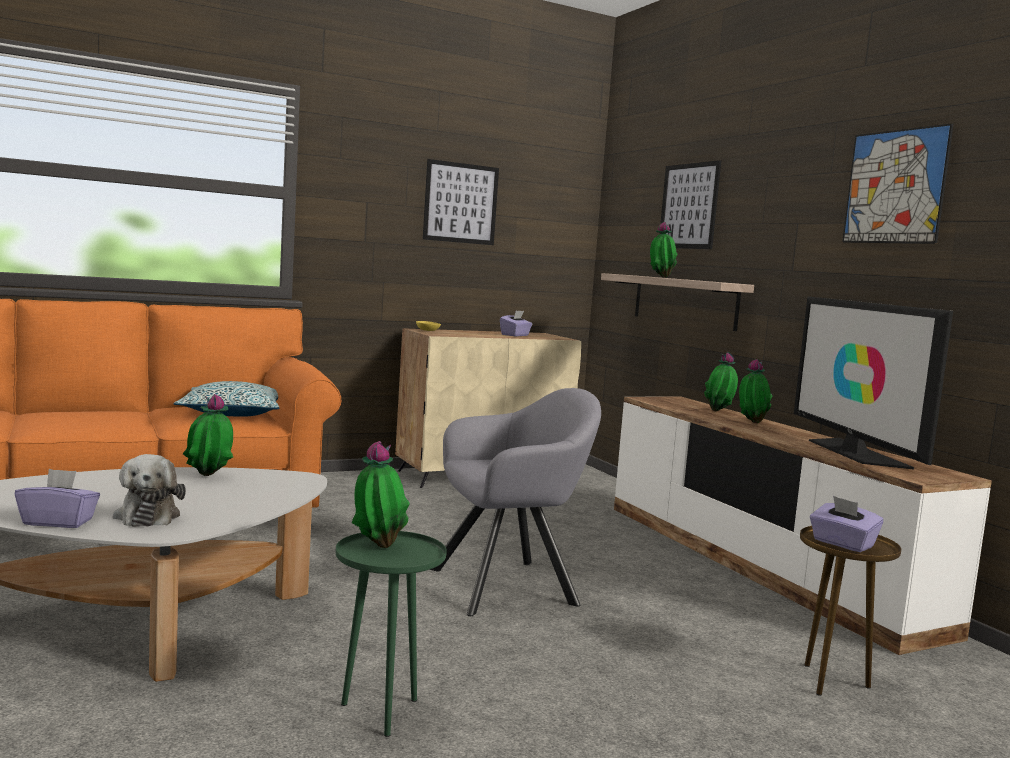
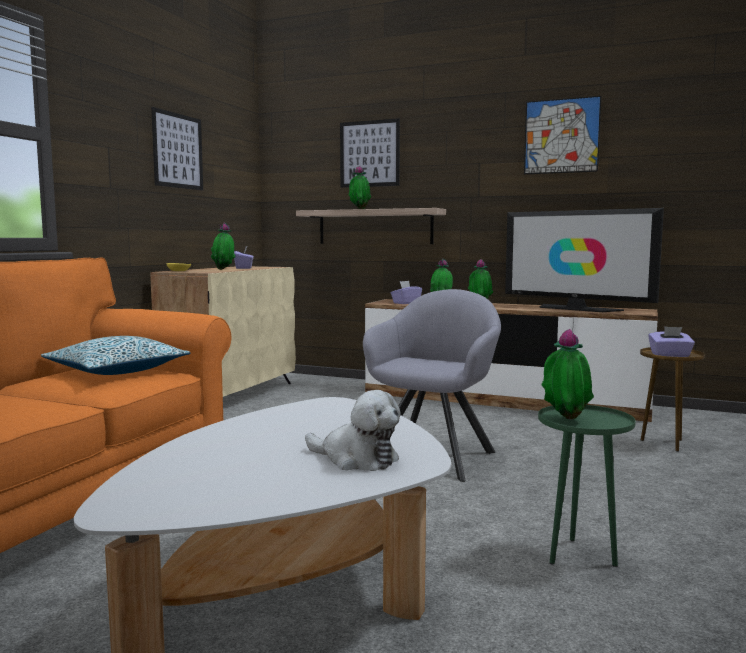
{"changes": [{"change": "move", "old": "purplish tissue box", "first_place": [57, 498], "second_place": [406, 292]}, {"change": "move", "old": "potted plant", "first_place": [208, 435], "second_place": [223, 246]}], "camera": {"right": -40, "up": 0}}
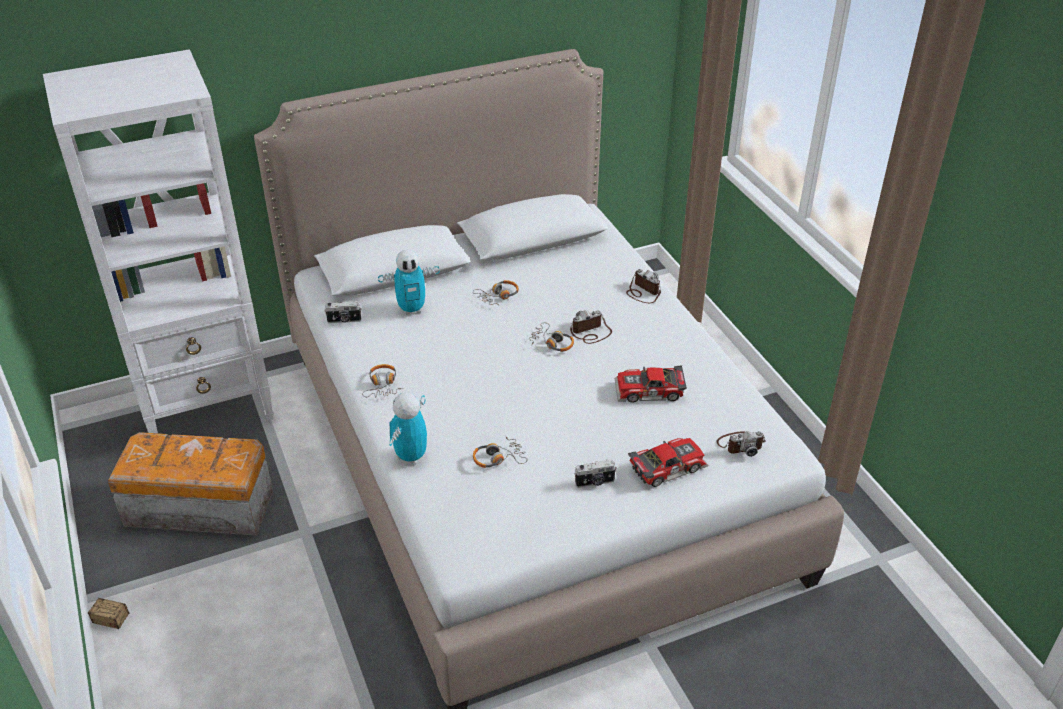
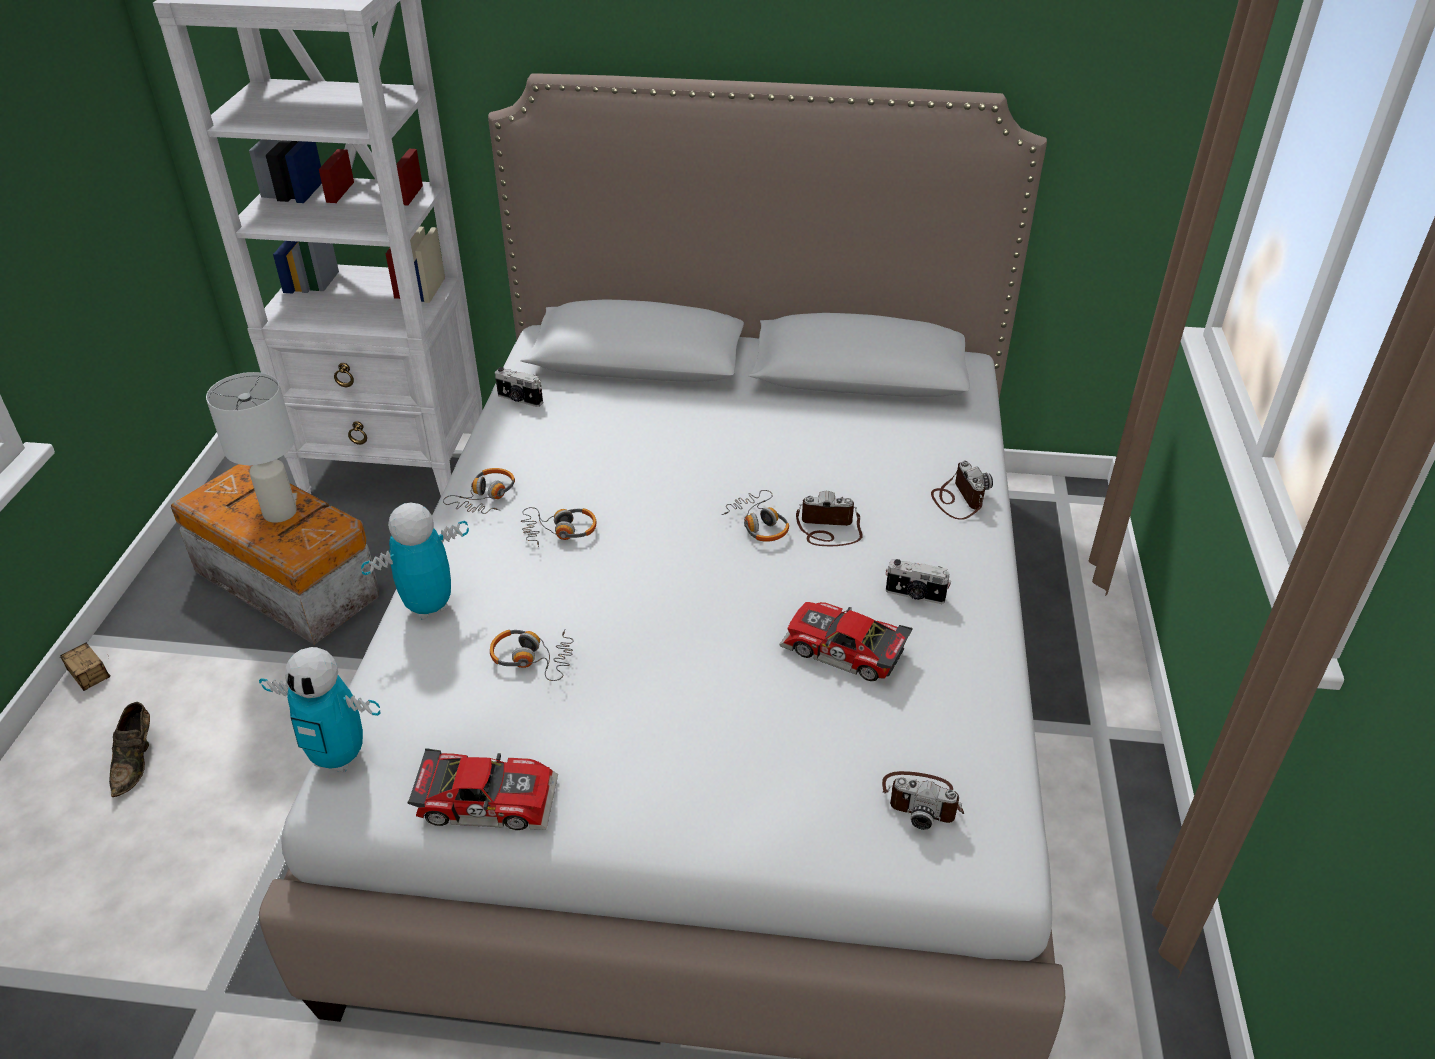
{"changes": [{"change": "move", "old": "robot figure", "first_place": [409, 282], "second_place": [320, 710]}, {"change": "move", "old": "headset", "first_place": [496, 293], "second_place": [559, 527]}, {"change": "move", "old": "still camera", "first_place": [595, 473], "second_place": [918, 581]}, {"change": "move", "old": "toy car", "first_place": [668, 462], "second_place": [482, 789]}, {"change": "insert", "new": "brown-coloured item of footwear", "second_place": [129, 749]}, {"change": "insert", "new": "white table lamp", "second_place": [251, 447]}], "camera": {"right": 30, "up": 0}}
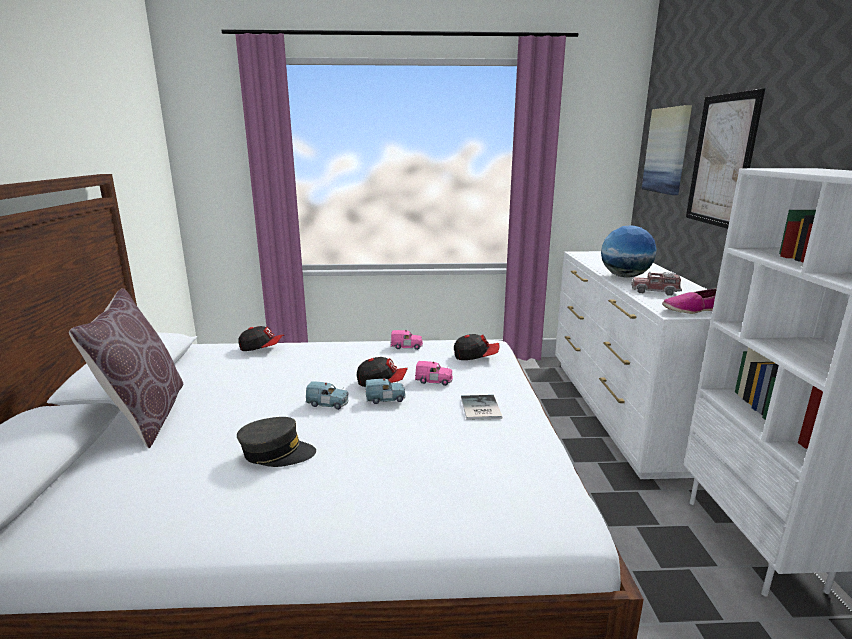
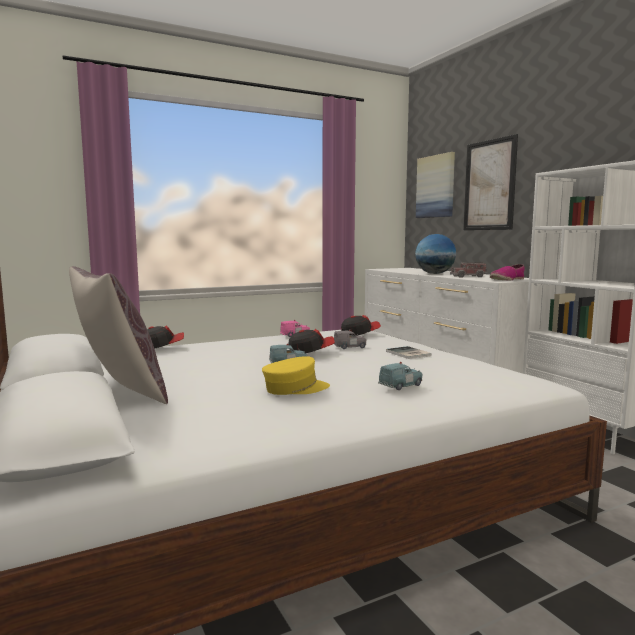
{"changes": [{"change": "recolor", "old": "greyish cap", "new": "yellow-coloured cap", "first_place": [276, 442], "second_place": [296, 375]}, {"change": "move", "old": "blue toy car", "first_place": [385, 391], "second_place": [400, 376]}, {"change": "recolor", "old": "pink toy car", "new": "greyish toy car", "first_place": [434, 373], "second_place": [350, 339]}], "camera": {"right": -25, "up": -10}}
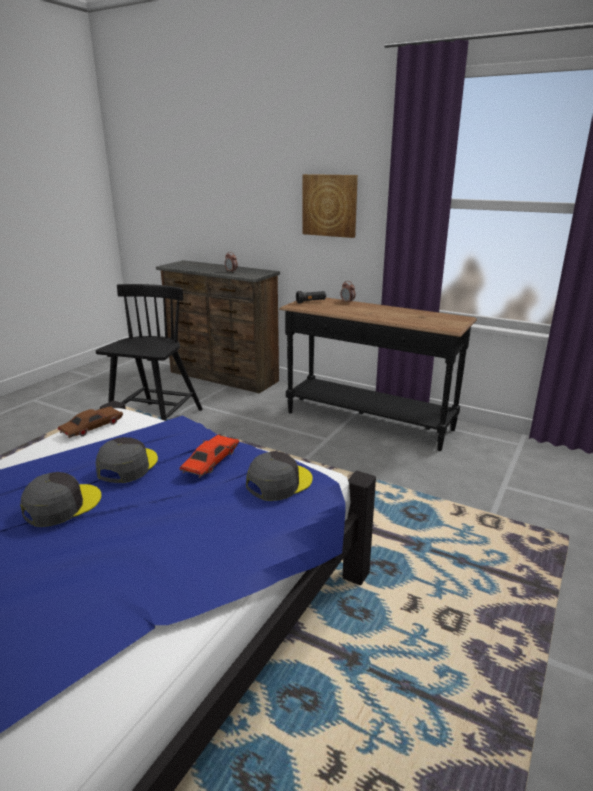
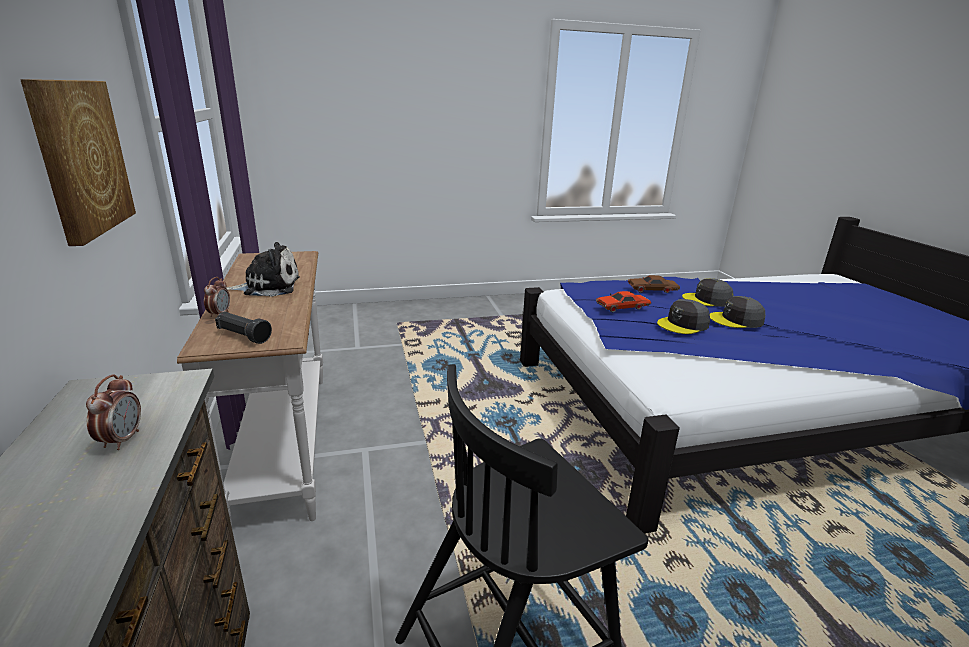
{"changes": [{"change": "move", "old": "brown-coloured toy car", "first_place": [90, 422], "second_place": [654, 284]}, {"change": "move", "old": "greyish cap", "first_place": [279, 476], "second_place": [707, 292]}, {"change": "recolor", "old": "black narrow table", "new": "white narrow table", "first_place": [378, 374], "second_place": [250, 389]}, {"change": "insert", "new": "cuddly toy", "second_place": [262, 269]}], "camera": {"right": -135, "up": 0}}
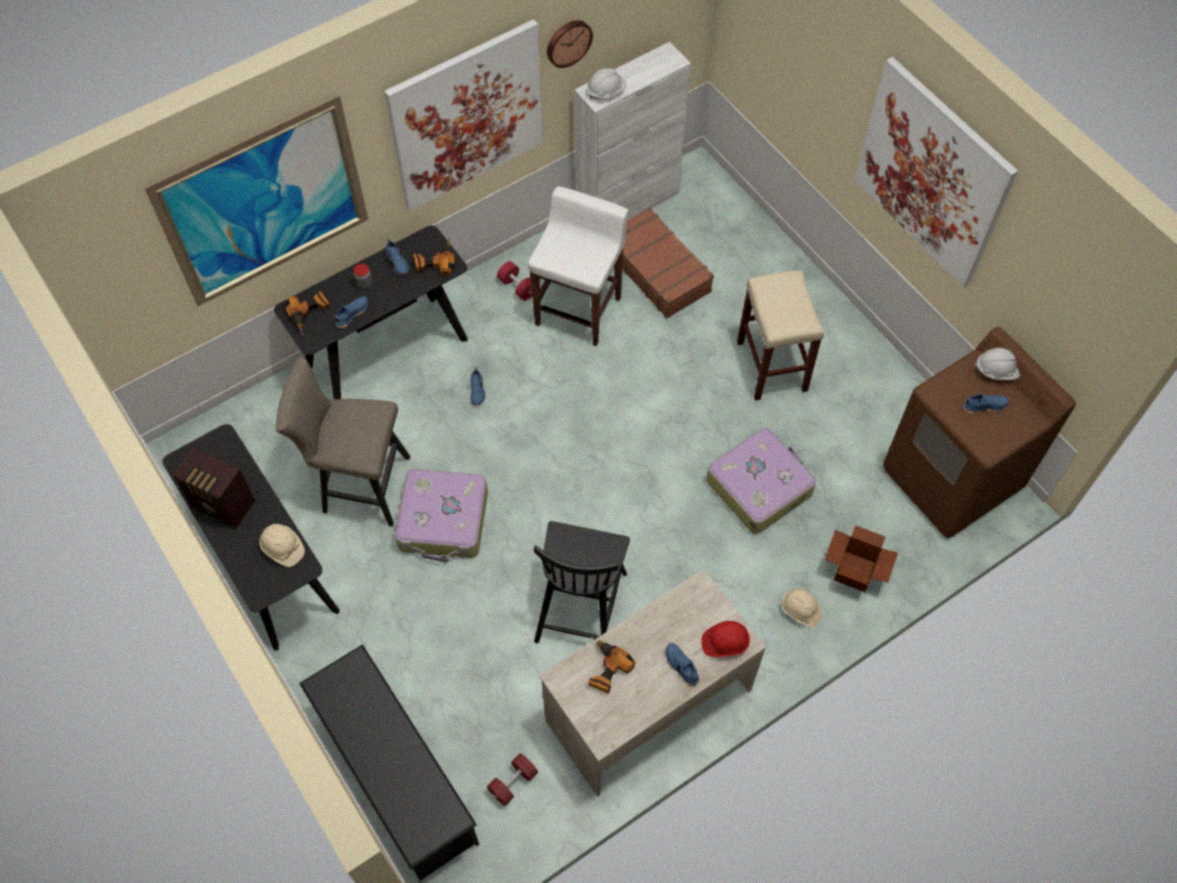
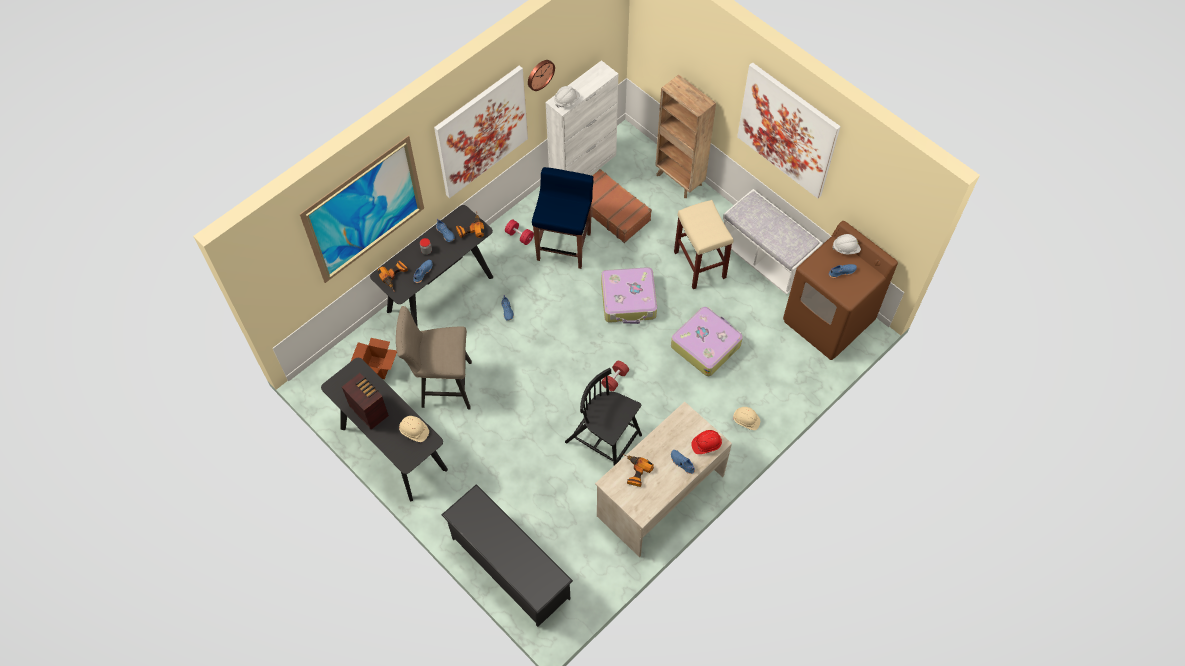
{"changes": [{"change": "rotate", "old": "radio set", "first_place": [214, 488], "second_place": [365, 401], "degrees": -150}, {"change": "move", "old": "piece of luggage", "first_place": [441, 515], "second_place": [629, 295]}, {"change": "move", "old": "reddish hand weight", "first_place": [512, 779], "second_place": [615, 376]}, {"change": "recolor", "old": "white stool seat", "new": "blue stool seat", "first_place": [578, 266], "second_place": [562, 218]}, {"change": "rotate", "old": "black chair", "first_place": [582, 582], "second_place": [603, 417], "degrees": 120}, {"change": "move", "old": "packing box", "first_place": [861, 558], "second_place": [373, 358]}, {"change": "insert", "new": "brown-coloured bookshelf", "second_place": [686, 136]}, {"change": "insert", "new": "white long seat", "second_place": [773, 242]}], "camera": {"right": -10, "up": 0}}
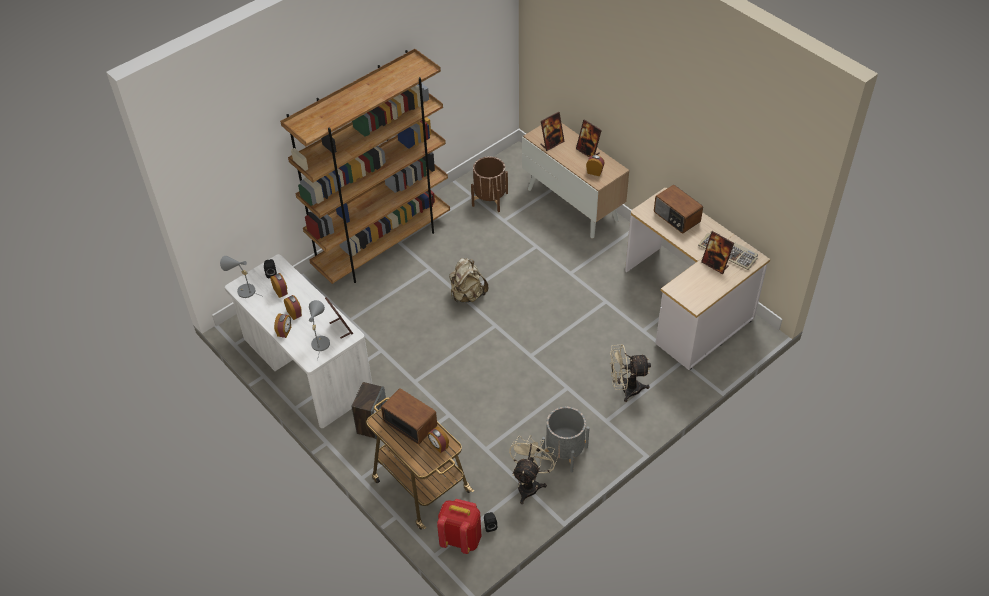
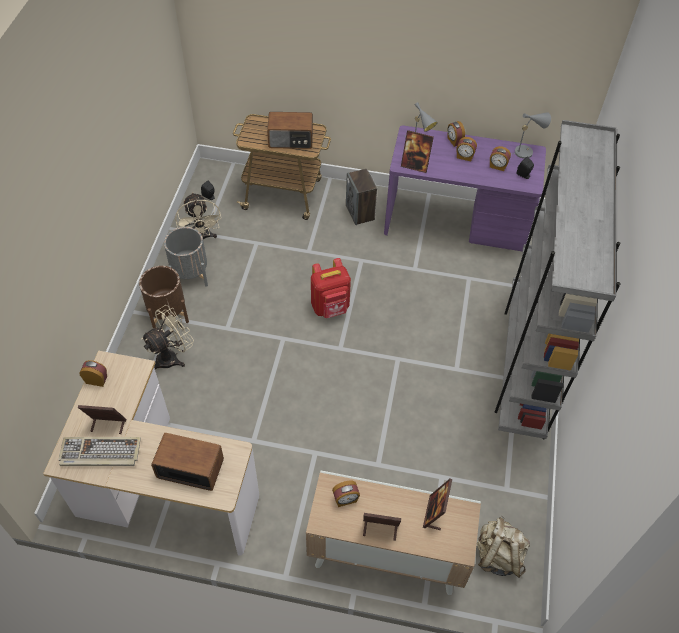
{"changes": [{"change": "recolor", "old": "white desk", "new": "purplish desk", "first_place": [298, 341], "second_place": [465, 188]}, {"change": "recolor", "old": "brown-coloured bookshelf", "new": "greyish bookshelf", "first_place": [365, 166], "second_place": [558, 280]}, {"change": "move", "old": "bedside clock", "first_place": [438, 440], "second_place": [93, 373]}, {"change": "move", "old": "reddish backpack", "first_place": [459, 526], "second_place": [331, 288]}, {"change": "move", "old": "sand-coloured backpack", "first_place": [468, 280], "second_place": [503, 547]}, {"change": "move", "old": "brown-coloured planter", "first_place": [489, 184], "second_place": [164, 297]}], "camera": {"right": 140, "up": 5}}
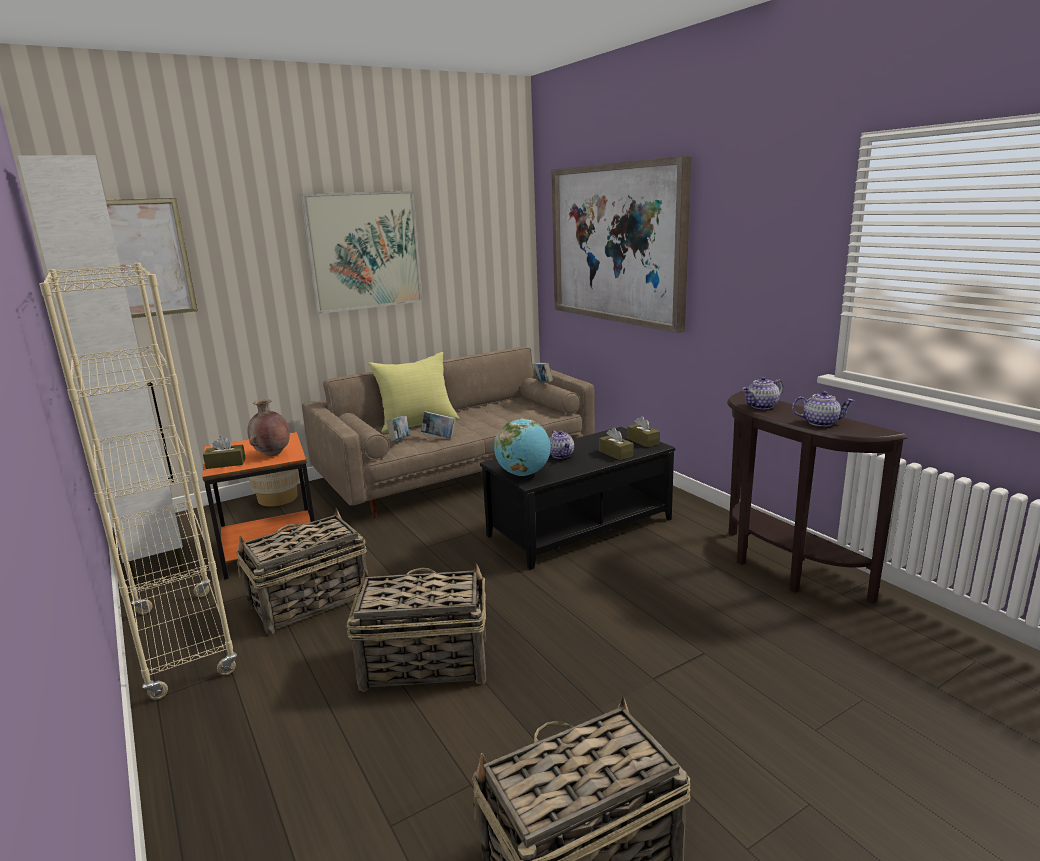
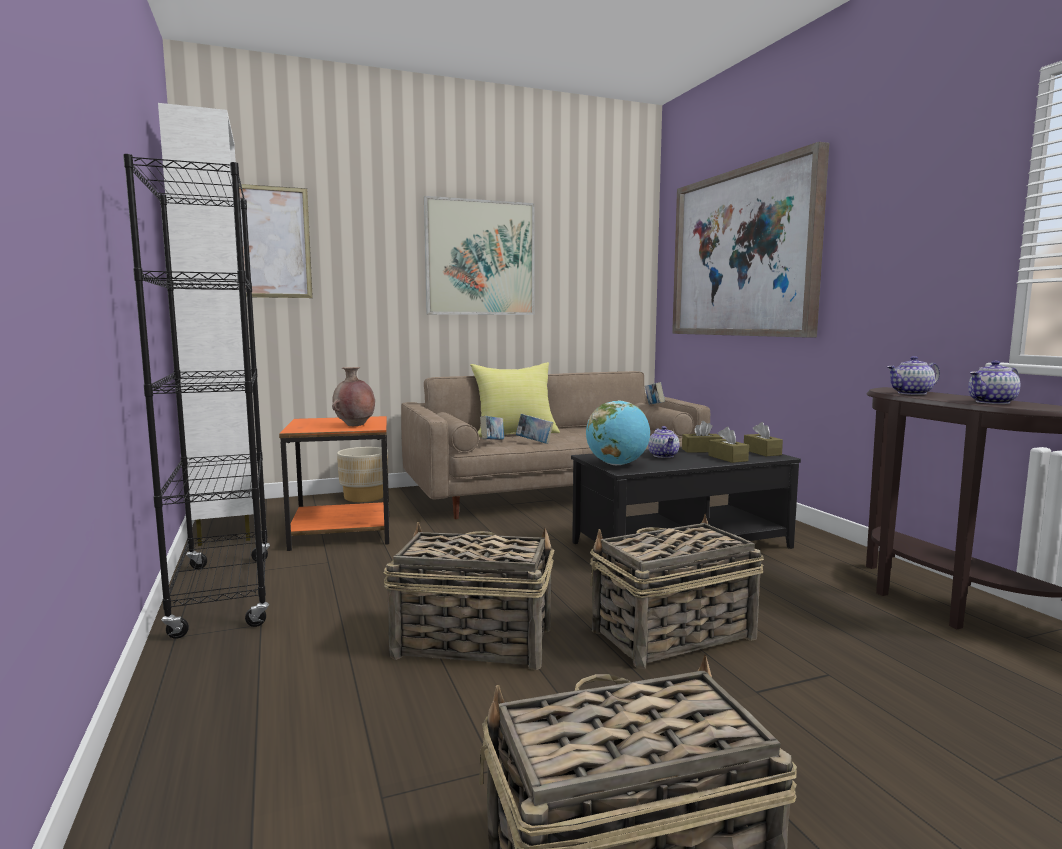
{"changes": [{"change": "recolor", "old": "sand-coloured bookshelf", "new": "black bookshelf", "first_place": [138, 481], "second_place": [196, 396]}, {"change": "move", "old": "brown-coloured tissue box", "first_place": [224, 452], "second_place": [702, 437]}, {"change": "move", "old": "household basket", "first_place": [302, 571], "second_place": [677, 591]}, {"change": "rotate", "old": "tea pot", "first_place": [823, 409], "second_place": [994, 382], "degrees": 135}], "camera": {"right": 10, "up": -10}}
